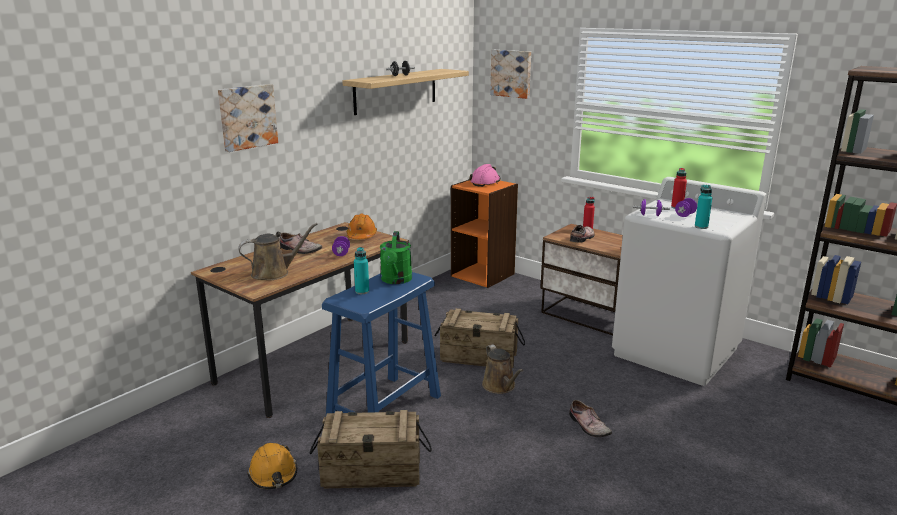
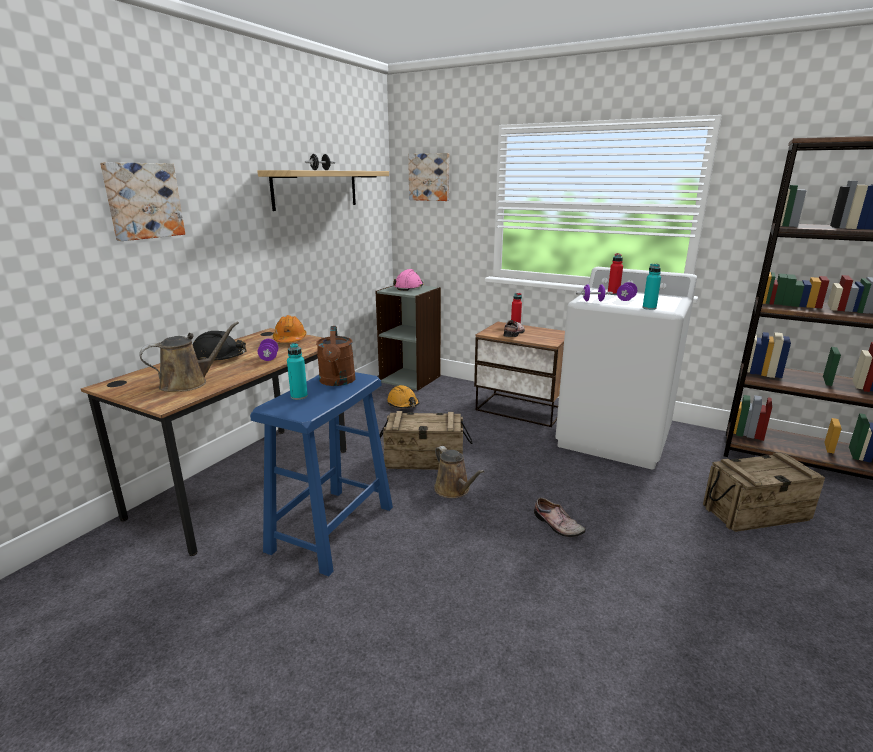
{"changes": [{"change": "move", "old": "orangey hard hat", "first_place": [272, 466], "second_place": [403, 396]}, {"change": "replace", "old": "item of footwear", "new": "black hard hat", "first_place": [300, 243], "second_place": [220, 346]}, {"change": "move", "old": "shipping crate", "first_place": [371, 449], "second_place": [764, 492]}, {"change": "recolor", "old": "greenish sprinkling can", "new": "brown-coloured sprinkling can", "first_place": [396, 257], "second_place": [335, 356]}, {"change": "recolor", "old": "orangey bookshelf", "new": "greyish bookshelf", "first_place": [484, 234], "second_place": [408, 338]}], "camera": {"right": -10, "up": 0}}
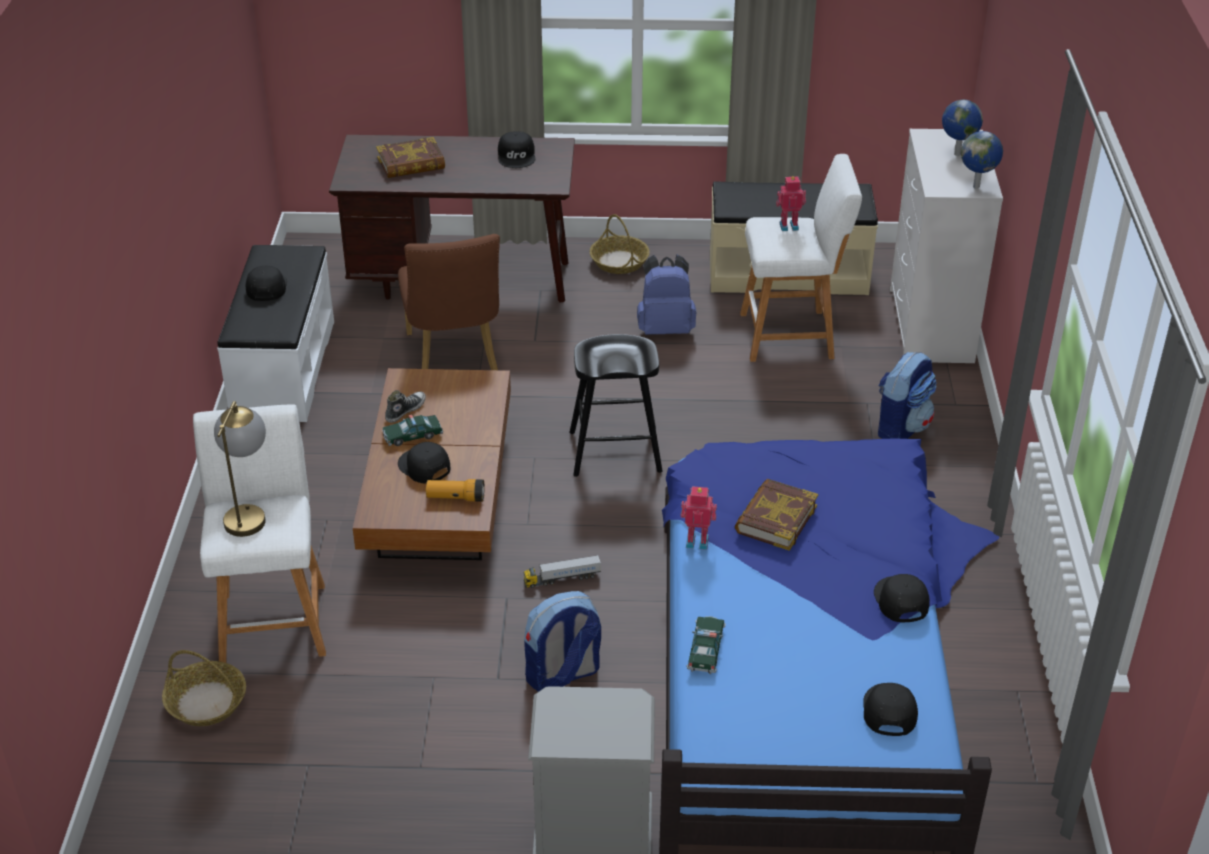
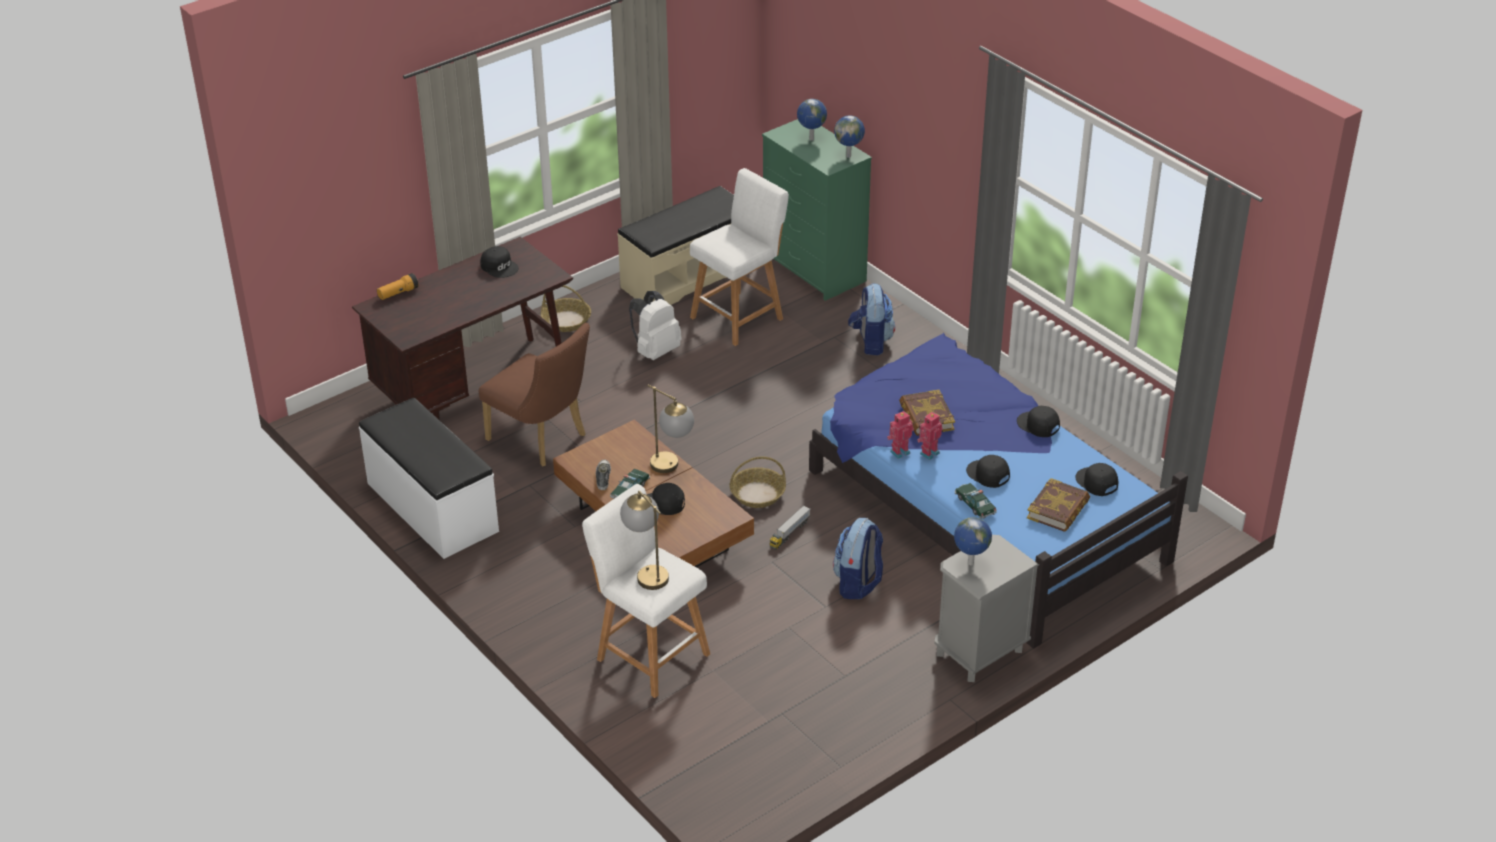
{"changes": [{"change": "move", "old": "household basket", "first_place": [204, 688], "second_place": [757, 482]}, {"change": "move", "old": "black cap", "first_place": [266, 283], "second_place": [988, 471]}, {"change": "move", "old": "volume", "first_place": [410, 157], "second_place": [1058, 505]}, {"change": "move", "old": "torch", "first_place": [455, 490], "second_place": [398, 286]}, {"change": "delete", "old": "black stool seat", "first_place": [616, 405]}, {"change": "recolor", "old": "blue backpack", "new": "white backpack", "first_place": [666, 294], "second_place": [655, 325]}, {"change": "move", "old": "robot figure", "first_place": [791, 203], "second_place": [930, 436]}, {"change": "recolor", "old": "white chest of drawers", "new": "greenish chest of drawers", "first_place": [946, 246], "second_place": [817, 210]}, {"change": "insert", "new": "table lamp", "second_place": [670, 429]}, {"change": "insert", "new": "globe", "second_place": [973, 541]}], "camera": {"right": -40, "up": 0}}
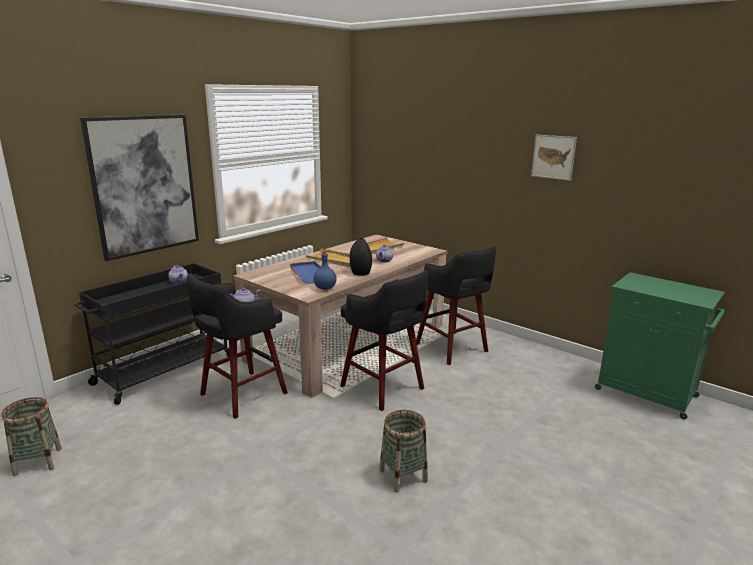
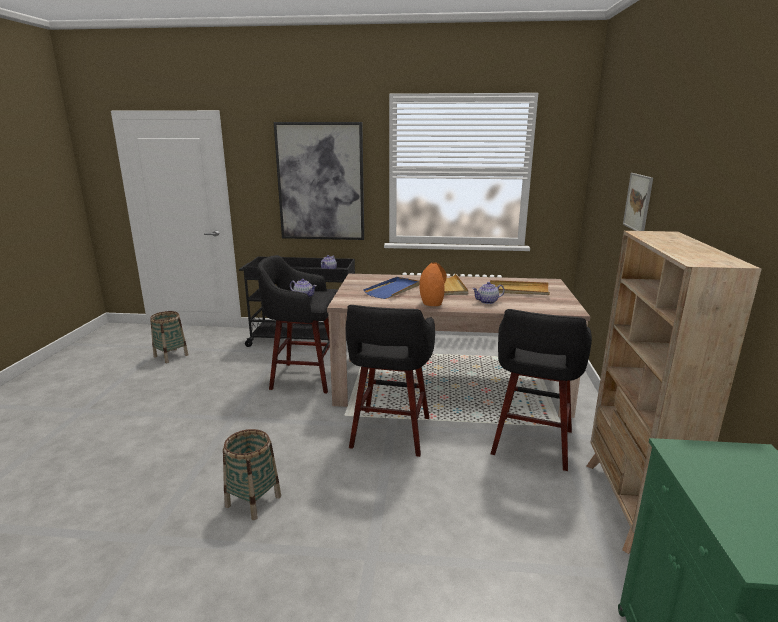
{"changes": [{"change": "delete", "old": "blue drink bottle", "first_place": [325, 270]}, {"change": "recolor", "old": "black flower vase", "new": "orangey flower vase", "first_place": [360, 257], "second_place": [433, 284]}, {"change": "move", "old": "wall art", "first_place": [554, 158], "second_place": [638, 202]}, {"change": "insert", "new": "sand-coloured bookshelf", "second_place": [674, 392]}], "camera": {"right": 55, "up": 0}}
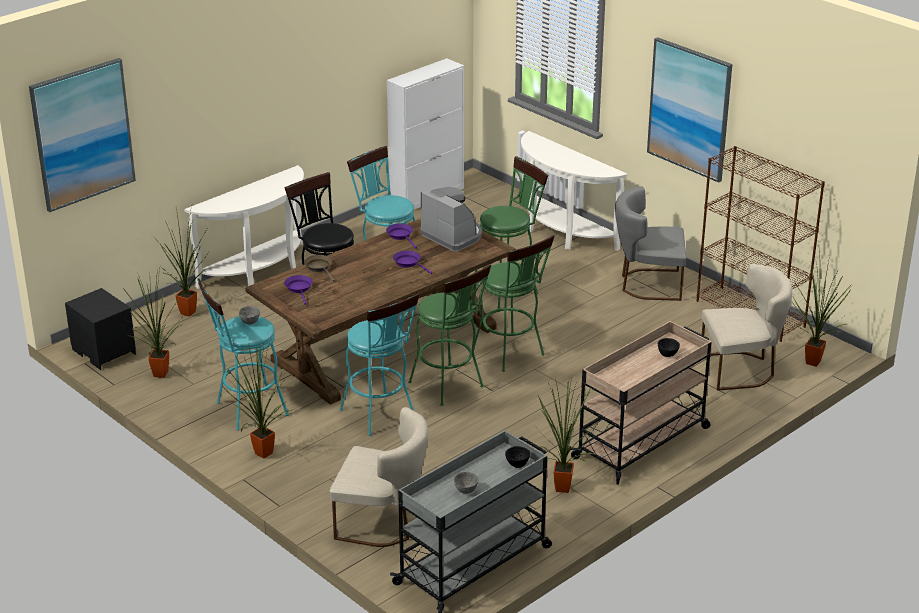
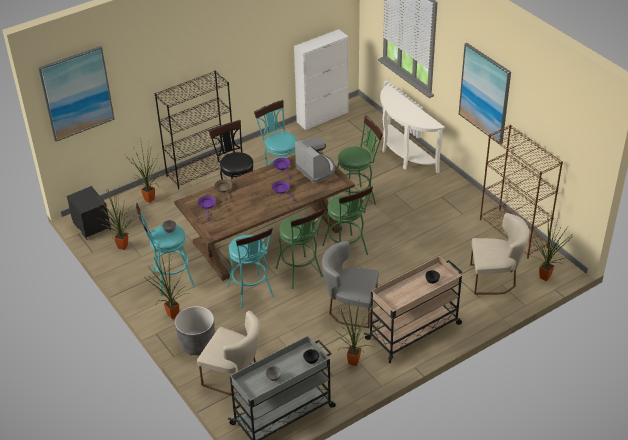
{"changes": [{"change": "replace", "old": "white narrow table", "new": "black bookshelf", "first_place": [244, 227], "second_place": [195, 130]}, {"change": "move", "old": "greyish chair", "first_place": [650, 243], "second_place": [350, 284]}, {"change": "insert", "new": "greyish planter", "second_place": [195, 330]}], "camera": {"right": 10, "up": 10}}
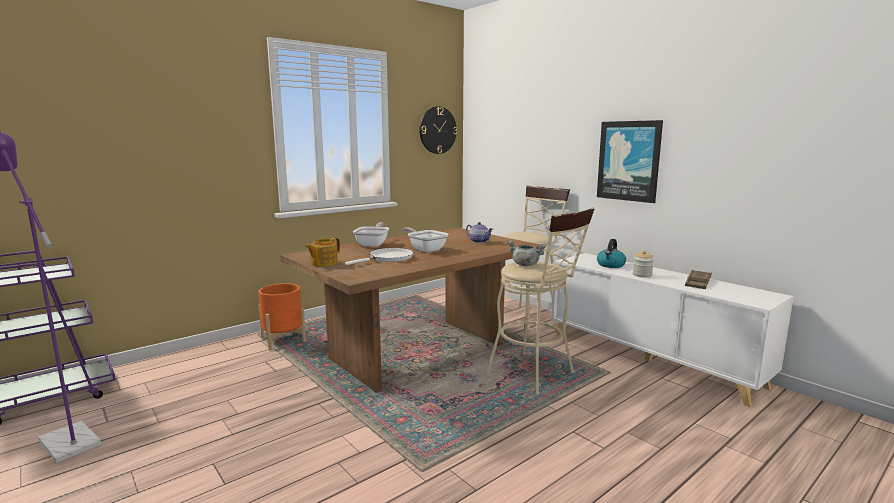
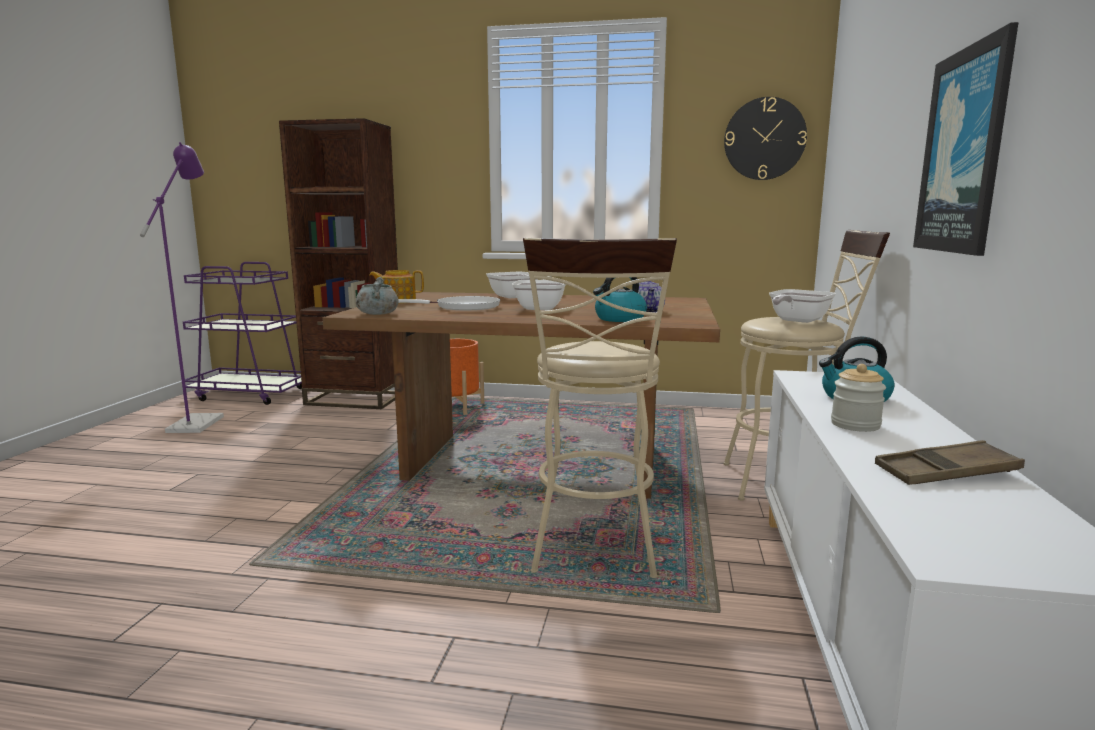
{"changes": [{"change": "move", "old": "greyish saucepot", "first_place": [526, 253], "second_place": [377, 296]}, {"change": "insert", "new": "brown-coloured bookshelf", "second_place": [338, 263]}, {"change": "insert", "new": "kettle", "second_place": [620, 299]}, {"change": "insert", "new": "pan", "second_place": [802, 306]}], "camera": {"right": 50, "up": 0}}
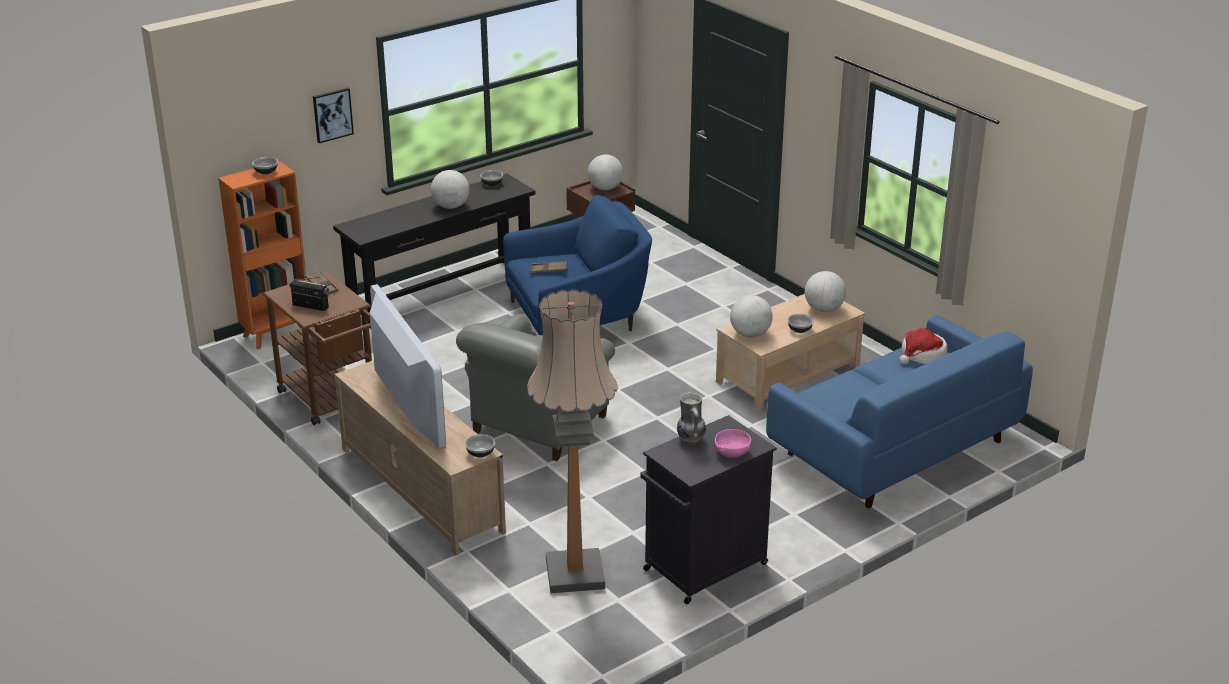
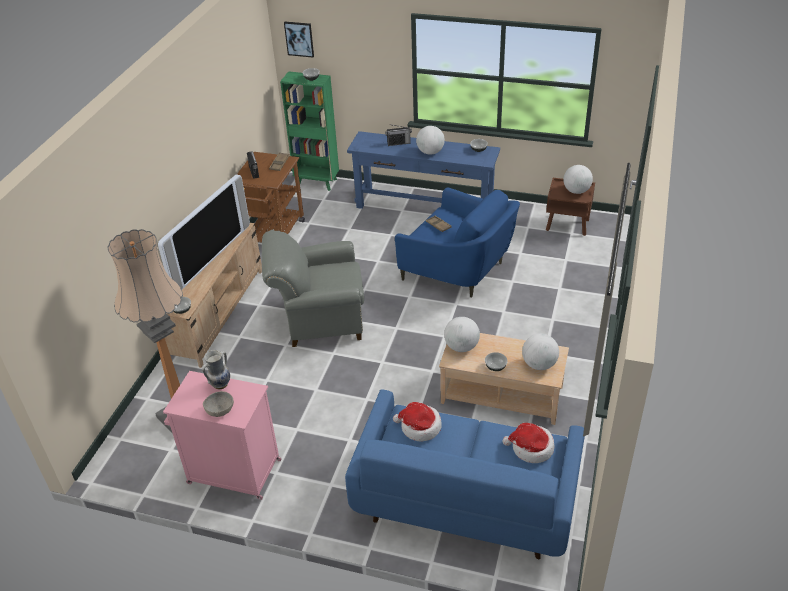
{"changes": [{"change": "recolor", "old": "orangey bookshelf", "new": "greenish bookshelf", "first_place": [262, 255], "second_place": [309, 131]}, {"change": "move", "old": "wall art", "first_place": [333, 115], "second_place": [299, 40]}, {"change": "recolor", "old": "black narrow table", "new": "blue narrow table", "first_place": [434, 251], "second_place": [423, 170]}, {"change": "recolor", "old": "black cupboard", "new": "pink cupboard", "first_place": [708, 509], "second_place": [222, 435]}, {"change": "recolor", "old": "pink serving bowl", "new": "greyish serving bowl", "first_place": [733, 443], "second_place": [218, 404]}, {"change": "insert", "new": "radio set", "second_place": [398, 135]}, {"change": "insert", "new": "hat", "second_place": [417, 421]}], "camera": {"right": 55, "up": 10}}
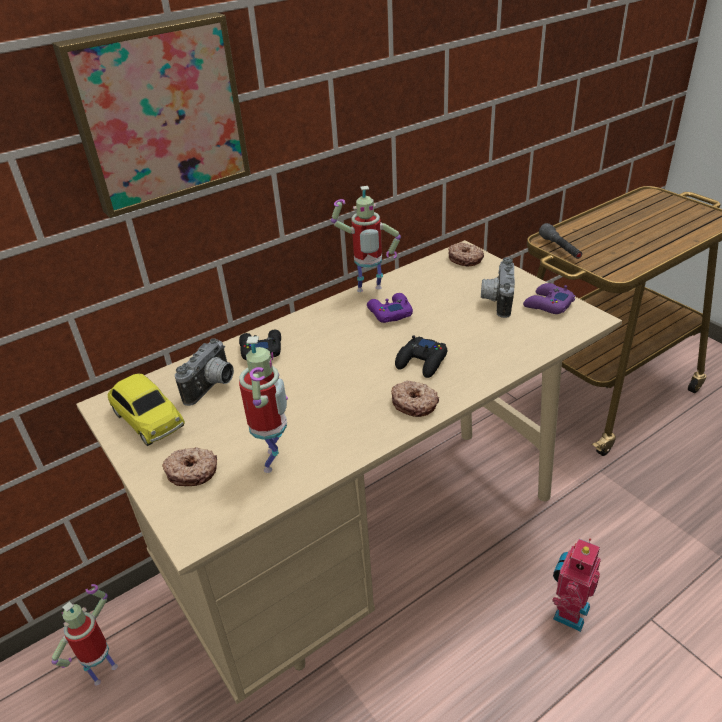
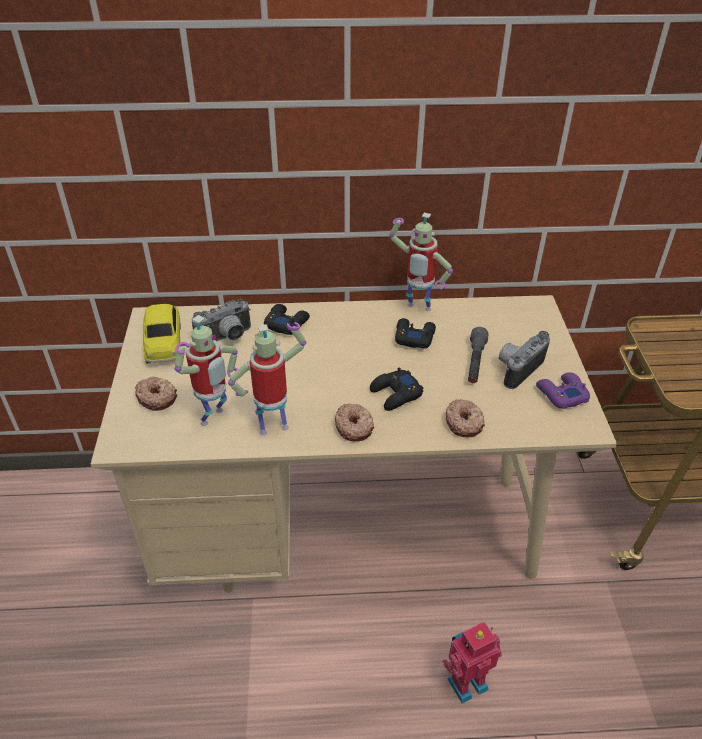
{"changes": [{"change": "delete", "old": "wall art", "first_place": [151, 115]}, {"change": "move", "old": "robot figure", "first_place": [85, 635], "second_place": [267, 379]}, {"change": "recolor", "old": "purplish gamepad", "new": "black gamepad", "first_place": [390, 308], "second_place": [415, 333]}, {"change": "move", "old": "donut", "first_place": [466, 254], "second_place": [465, 418]}, {"change": "move", "old": "greyish torch", "first_place": [560, 241], "second_place": [478, 355]}], "camera": {"right": 30, "up": 5}}
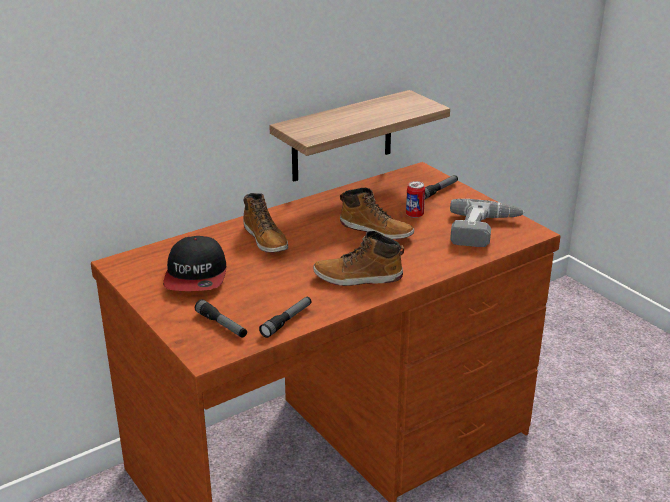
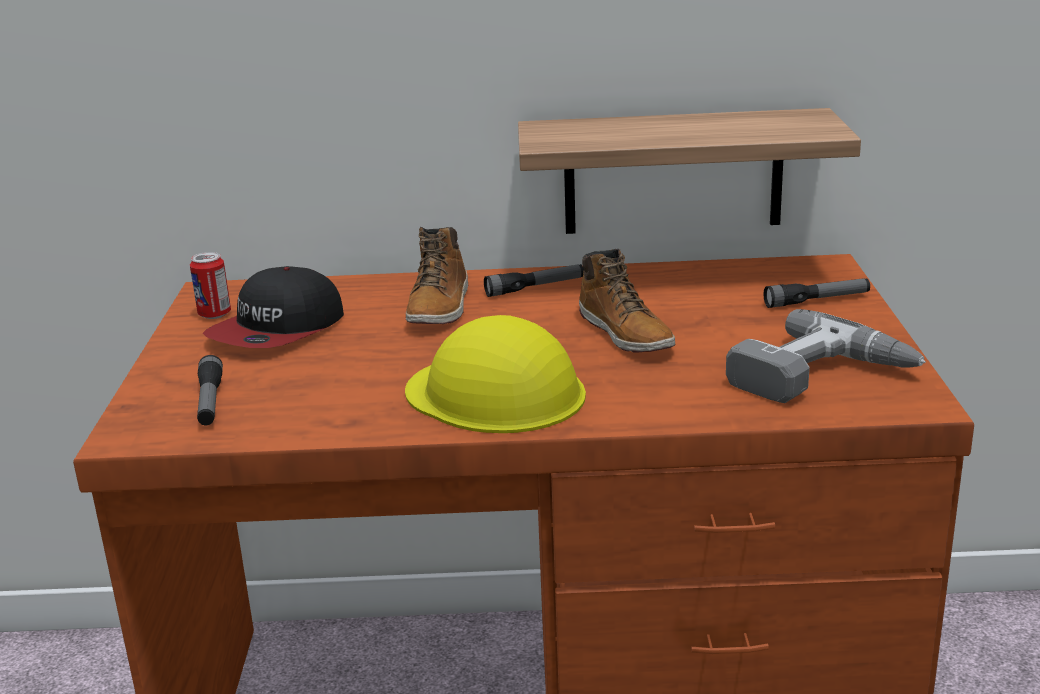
{"changes": [{"change": "move", "old": "torch", "first_place": [285, 317], "second_place": [534, 280]}, {"change": "replace", "old": "high-top boot", "new": "yellow-coloured hard hat", "first_place": [358, 258], "second_place": [495, 374]}, {"change": "move", "old": "metal can", "first_place": [415, 199], "second_place": [210, 285]}], "camera": {"right": 35, "up": -5}}
